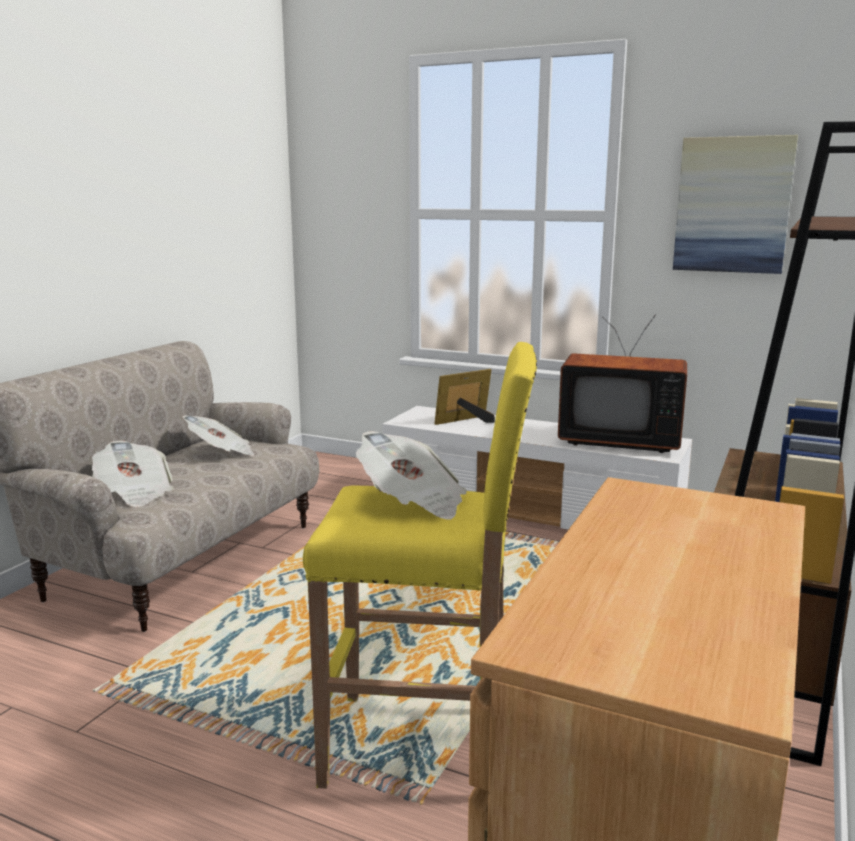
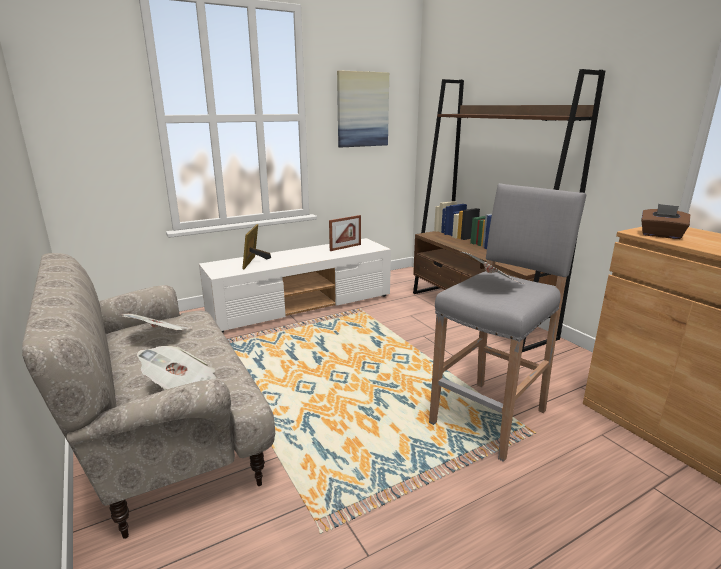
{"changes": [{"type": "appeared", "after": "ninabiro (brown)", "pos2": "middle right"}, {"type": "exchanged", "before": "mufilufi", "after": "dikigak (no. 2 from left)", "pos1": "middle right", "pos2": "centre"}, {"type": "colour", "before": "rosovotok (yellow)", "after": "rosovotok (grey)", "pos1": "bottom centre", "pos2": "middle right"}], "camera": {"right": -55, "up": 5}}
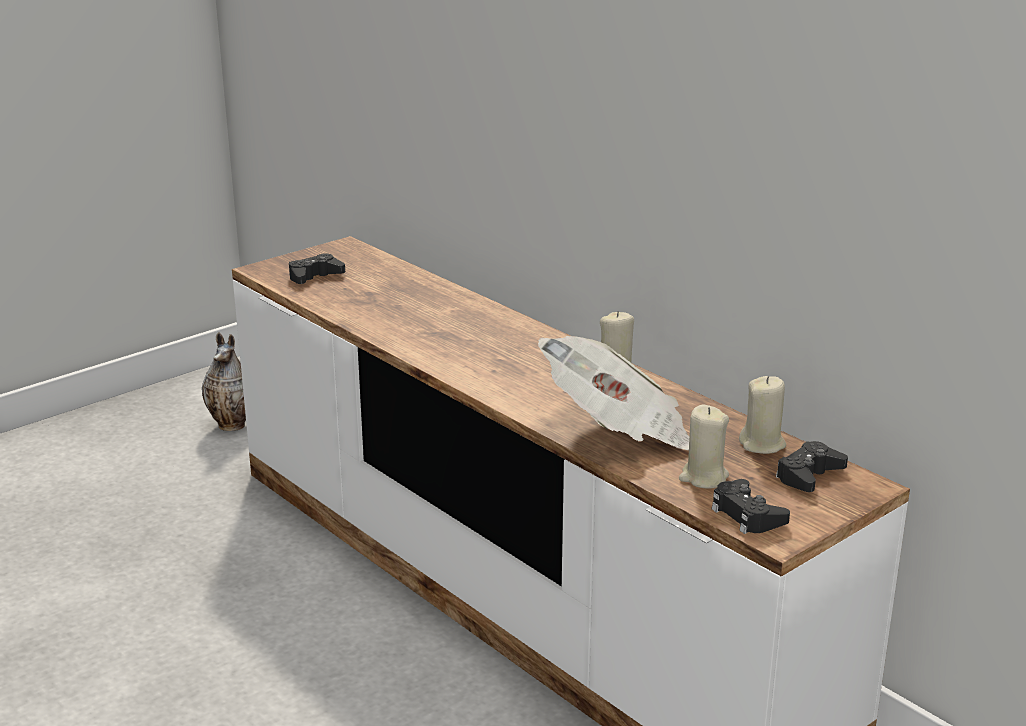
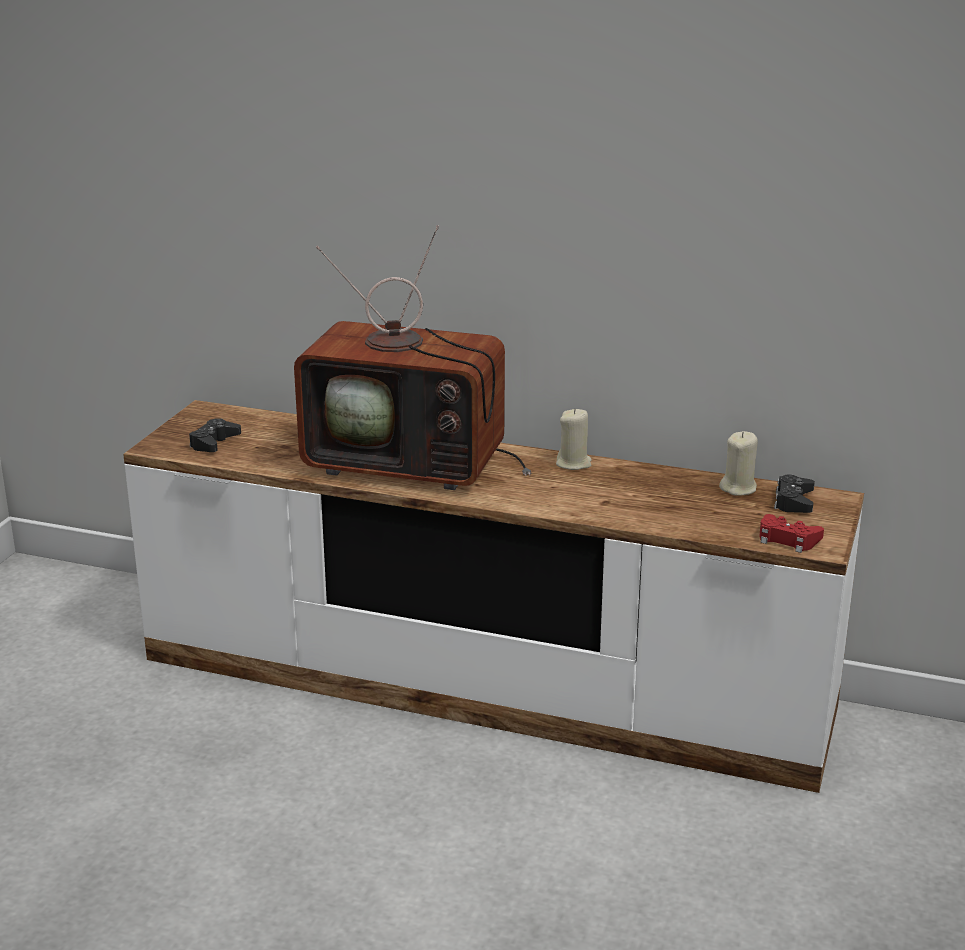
{"changes": [{"type": "missing", "before": "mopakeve", "pos1": "middle left"}, {"type": "missing", "before": "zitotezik", "pos1": "centre"}, {"type": "missing", "before": "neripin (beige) (no. 2 from left)", "pos1": "middle right"}, {"type": "appeared", "after": "mufilufi", "pos2": "centre"}, {"type": "colour", "before": "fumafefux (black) (no. 2 from left)", "after": "fumafefux (red)", "pos1": "bottom right", "pos2": "middle right"}], "camera": {"right": -30, "up": 0}}
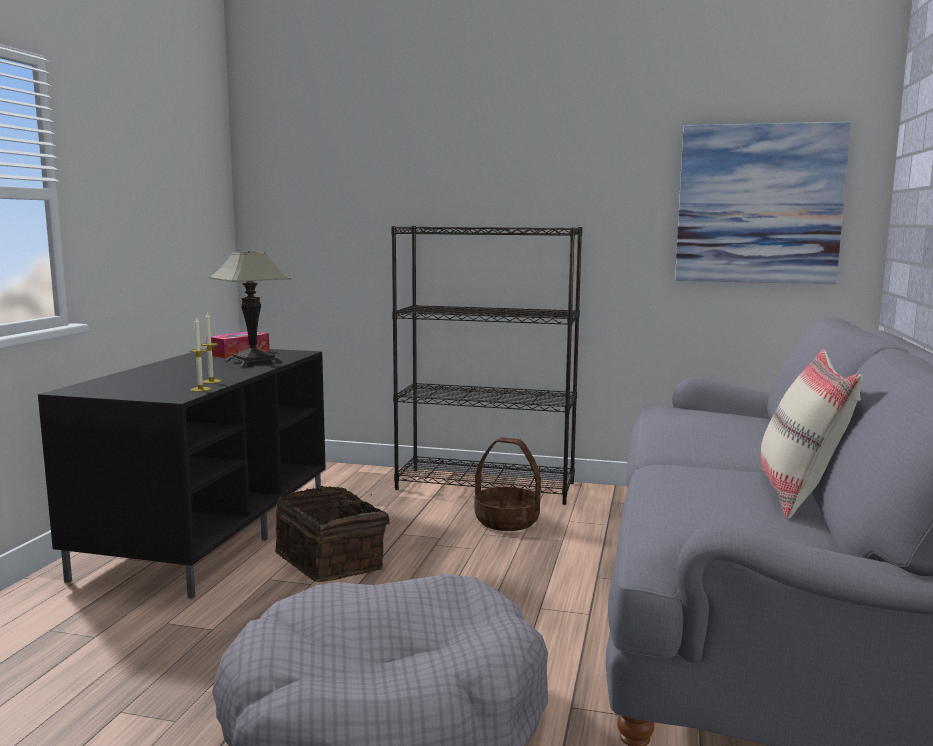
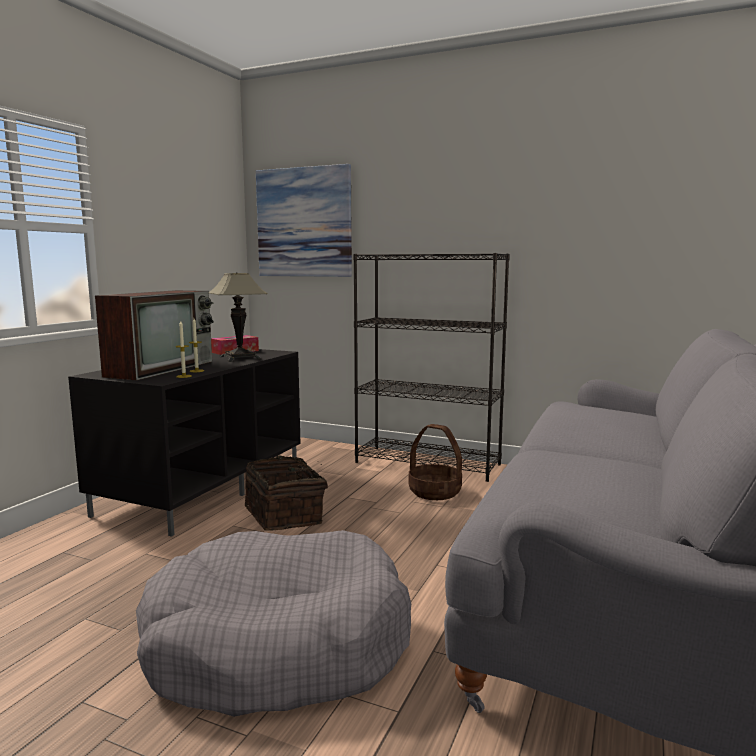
{"changes": [{"type": "missing", "before": "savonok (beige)", "pos1": "middle right"}, {"type": "appeared", "after": "mufilufi", "pos2": "middle left"}, {"type": "relocated", "before": "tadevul", "pos1": "top right", "pos2": "top centre"}], "camera": {"right": 10, "up": 0}}
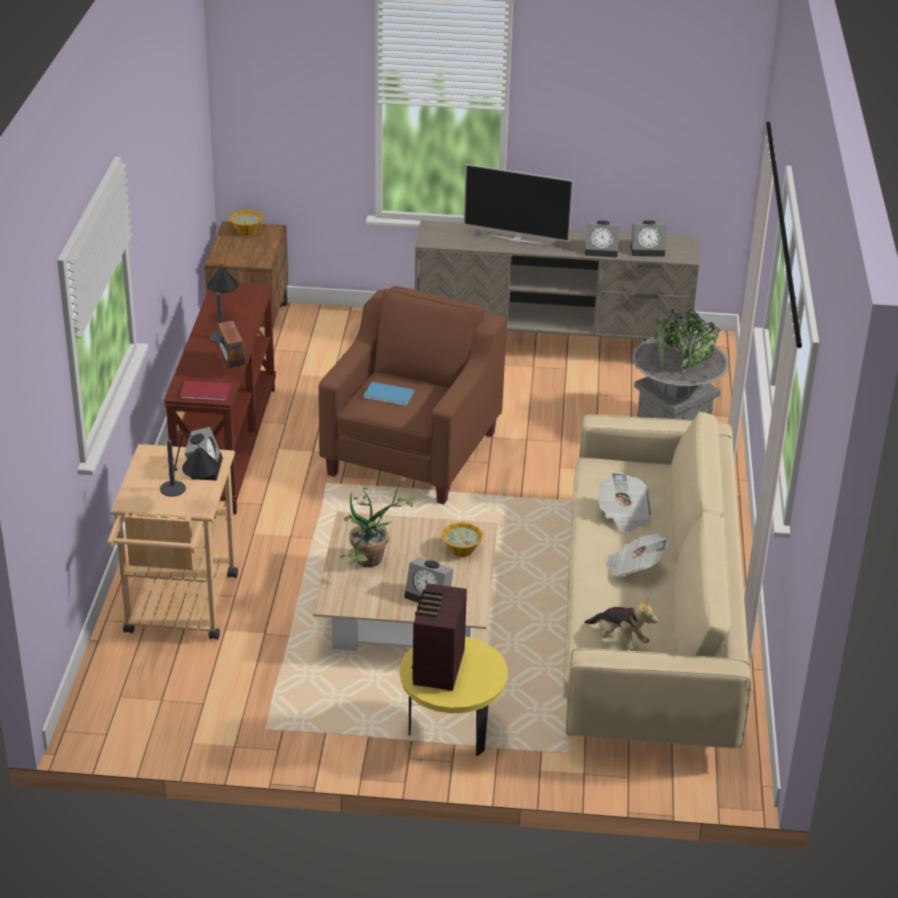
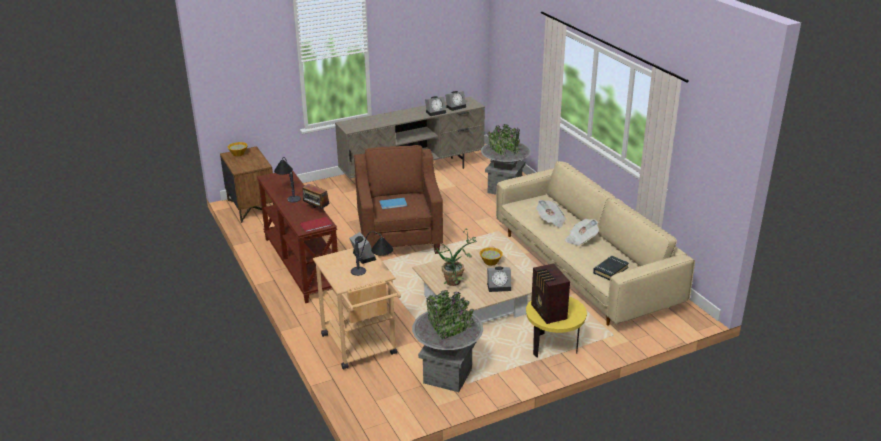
{"changes": [{"type": "missing", "before": "mufilufi", "pos1": "top centre"}, {"type": "appeared", "after": "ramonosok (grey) (no. 1 from left)", "pos2": "bottom centre"}, {"type": "exchanged", "before": "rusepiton", "after": "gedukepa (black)", "pos1": "bottom right", "pos2": "middle right"}], "camera": {"right": -30, "up": -5}}
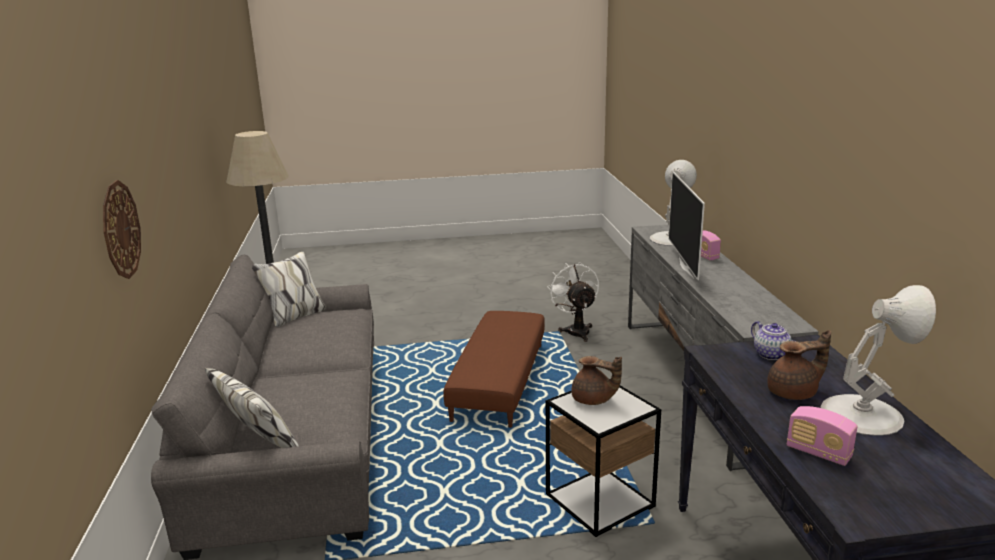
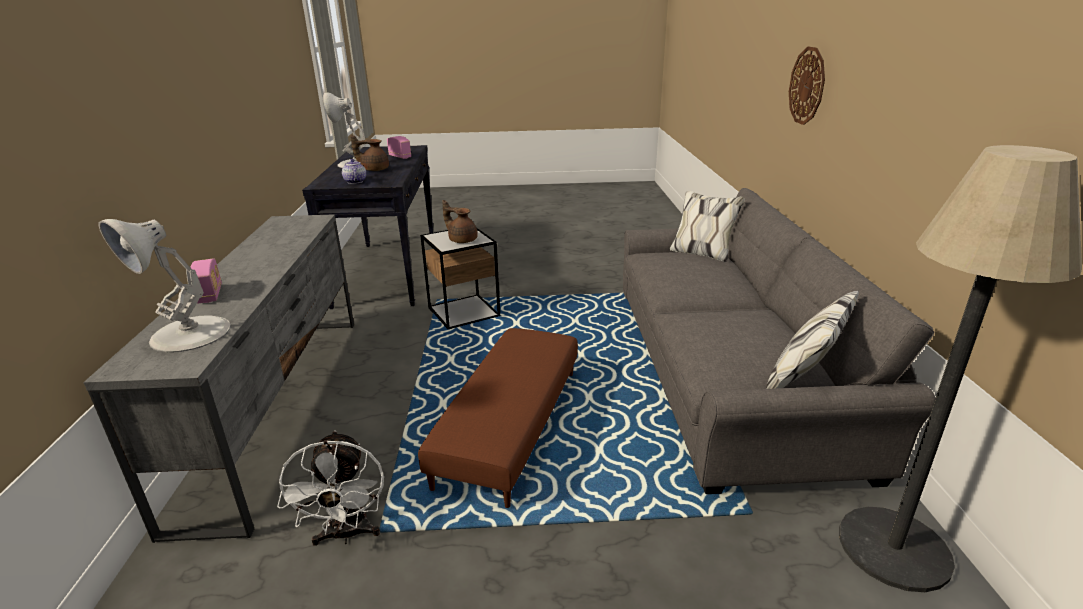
{"changes": [{"type": "missing", "before": "mufilufi", "pos1": "middle right"}], "camera": {"right": -175, "up": 5}}
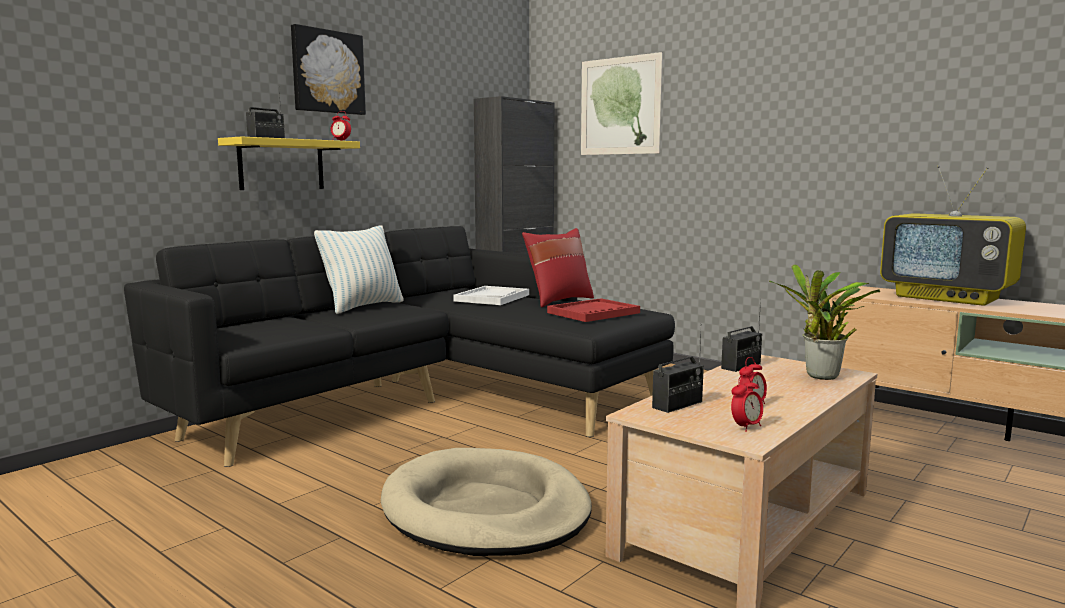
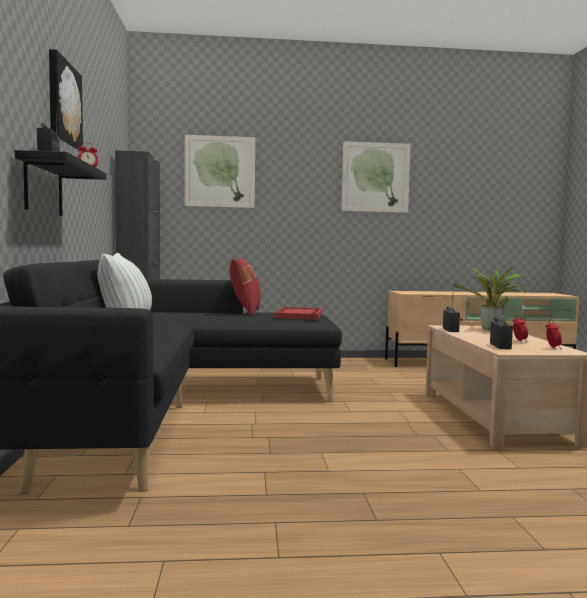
{"changes": [{"type": "missing", "before": "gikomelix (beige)", "pos1": "bottom centre"}, {"type": "missing", "before": "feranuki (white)", "pos1": "centre"}, {"type": "missing", "before": "mufilufi", "pos1": "middle right"}, {"type": "appeared", "after": "tadevul (no. 3 from left)", "pos2": "top centre"}, {"type": "colour", "before": "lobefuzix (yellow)", "after": "lobefuzix (black)", "pos1": "top left", "pos2": "top left"}], "camera": {"right": -45, "up": -5}}
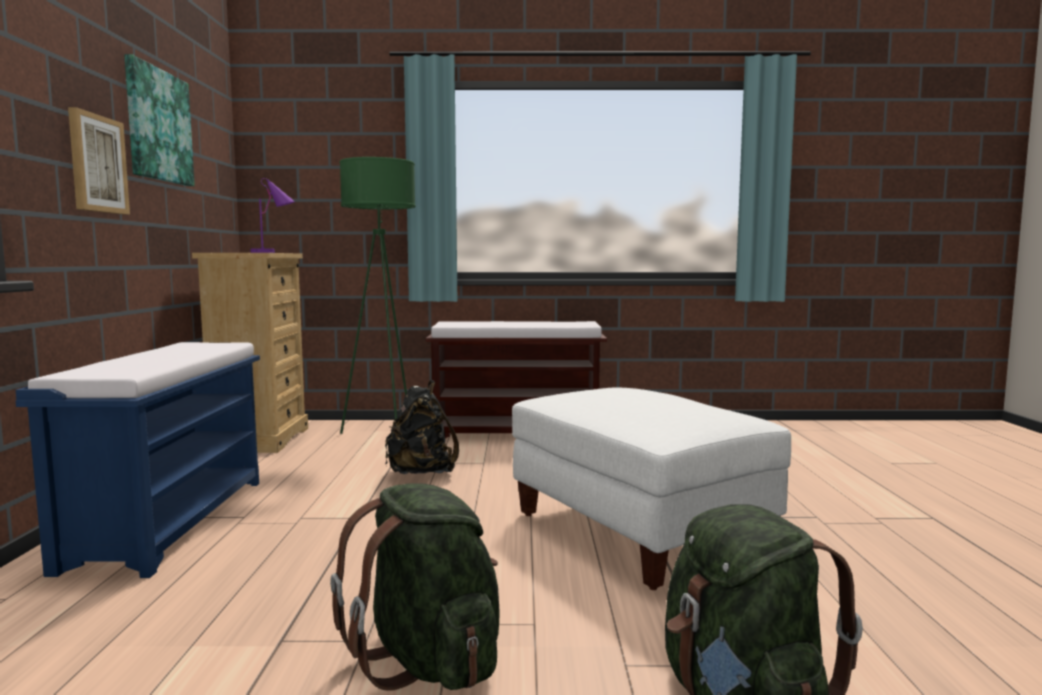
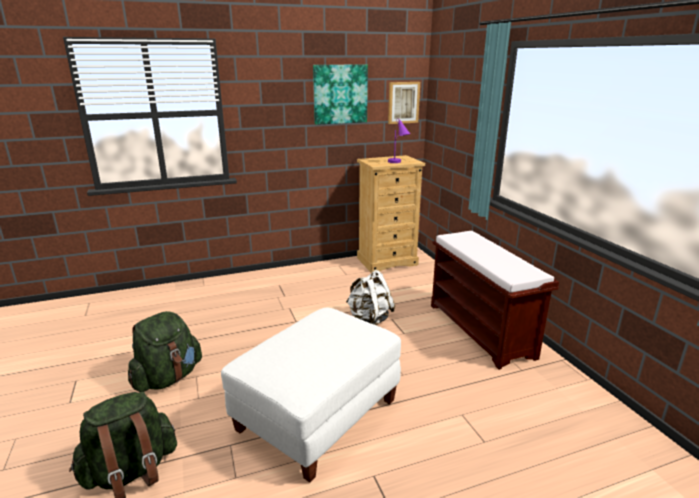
{"changes": [{"type": "missing", "before": "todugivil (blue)", "pos1": "middle left"}, {"type": "missing", "before": "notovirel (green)", "pos1": "centre"}, {"type": "relocated", "before": "tadevul (no. 1 from left in the first image)", "after": "tadevul (no. 2 from left)", "pos1": "top left", "pos2": "top centre"}, {"type": "colour", "before": "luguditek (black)", "after": "luguditek (white)", "pos1": "centre", "pos2": "centre"}], "camera": {"right": 70, "up": 15}}
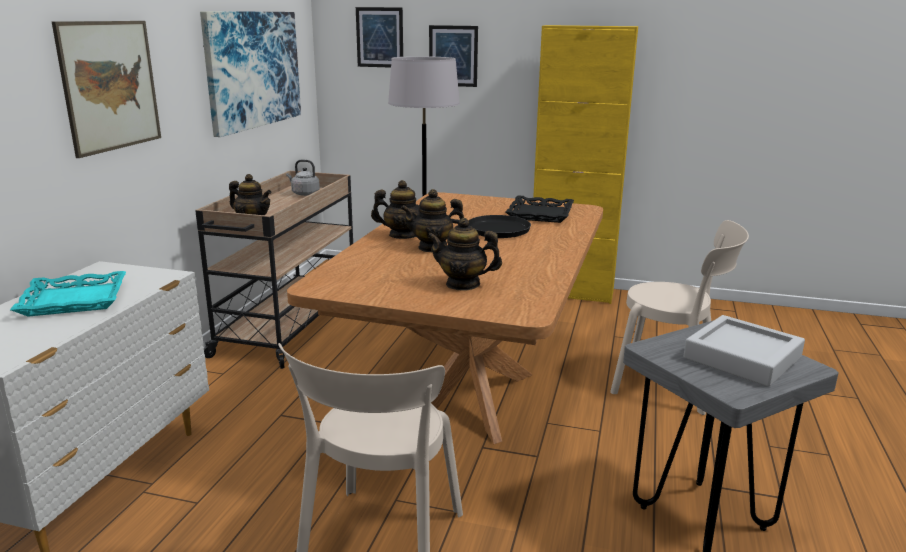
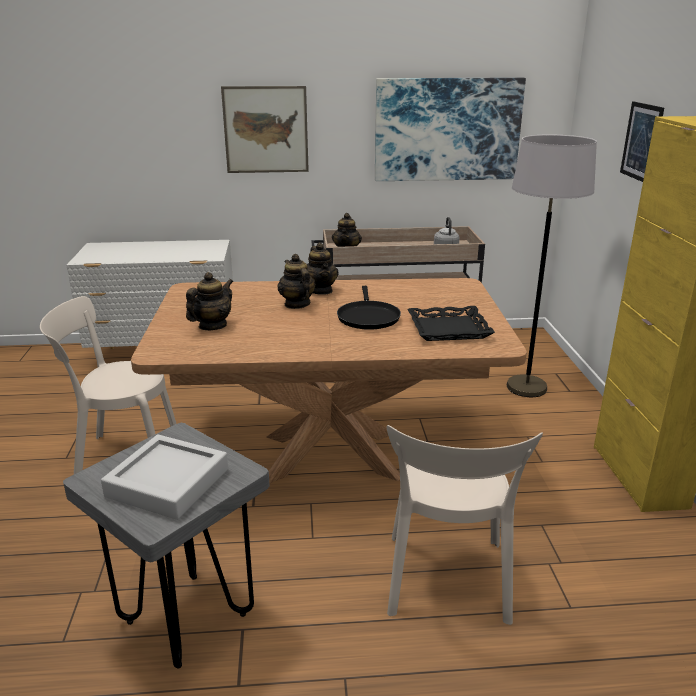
{"changes": [{"type": "missing", "before": "feranuki (turquoise)", "pos1": "middle left"}, {"type": "missing", "before": "tadevul (no. 3 from left)", "pos1": "top centre"}, {"type": "spun", "before": "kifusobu (no. 4 from left in the first image)", "pos1": "centre", "pos2": "middle left", "turn": 45}], "camera": {"right": 70, "up": 5}}
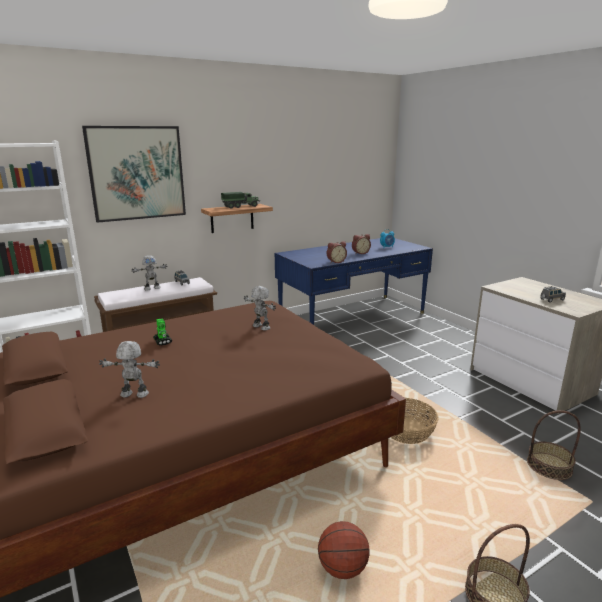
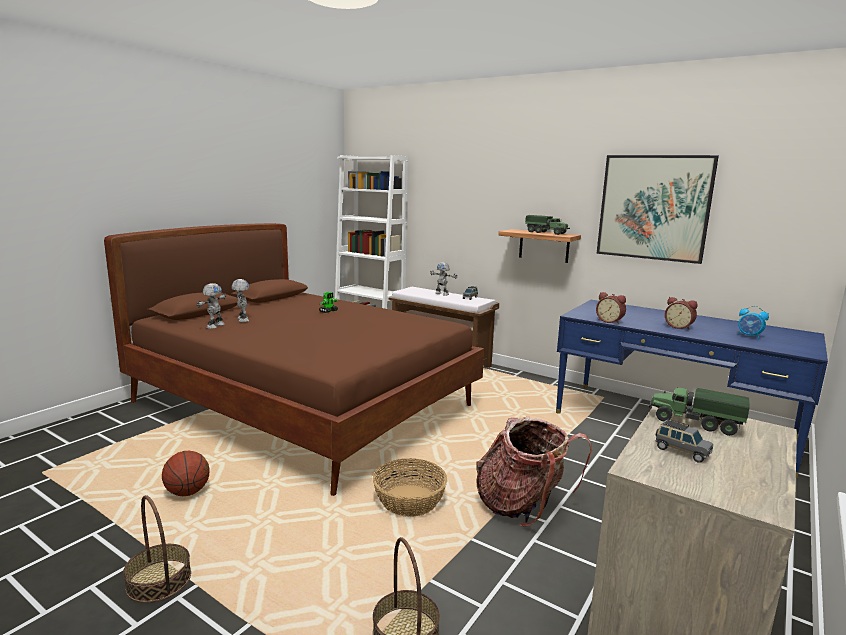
{"changes": [{"type": "appeared", "after": "luguditek", "pos2": "bottom centre"}, {"type": "appeared", "after": "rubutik (no. 2 from left)", "pos2": "middle right"}, {"type": "relocated", "before": "tadevul", "pos1": "top left", "pos2": "top right"}, {"type": "relocated", "before": "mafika (no. 4 from left in the first image)", "after": "mafika (no. 1 from left)", "pos1": "centre", "pos2": "middle left"}], "camera": {"right": 65, "up": -5}}
